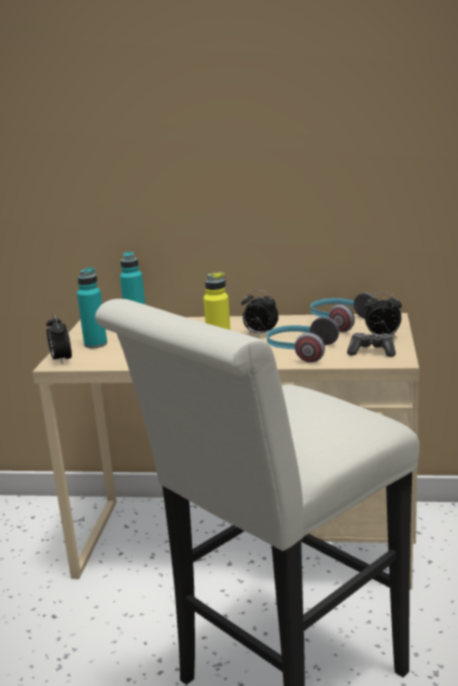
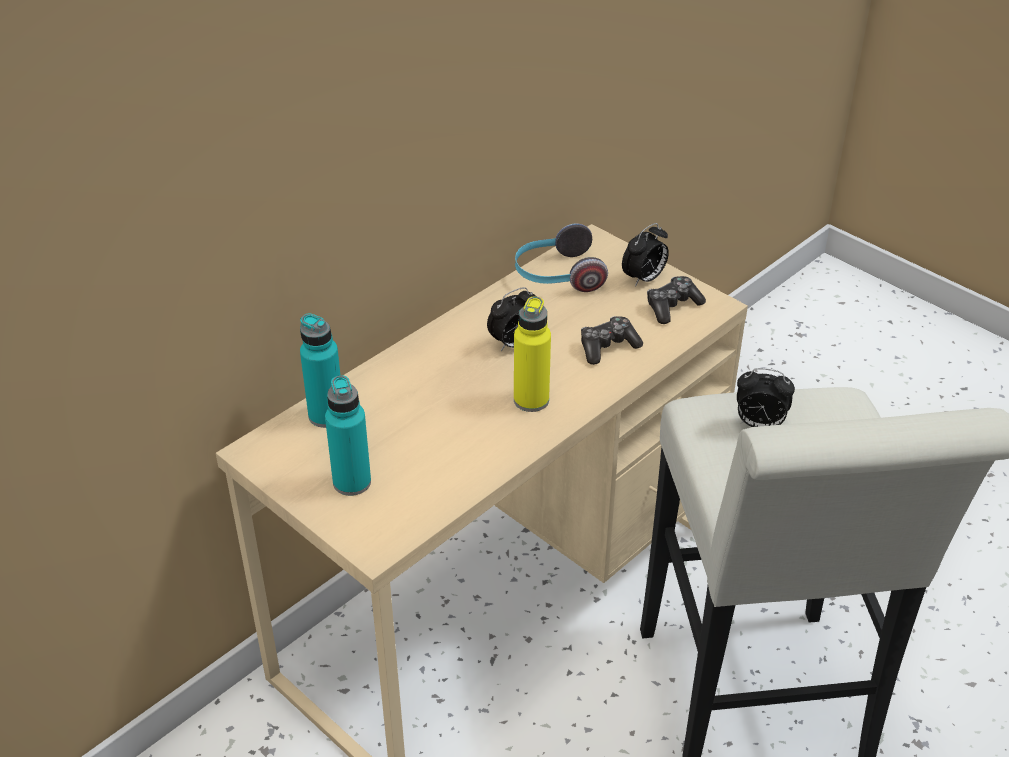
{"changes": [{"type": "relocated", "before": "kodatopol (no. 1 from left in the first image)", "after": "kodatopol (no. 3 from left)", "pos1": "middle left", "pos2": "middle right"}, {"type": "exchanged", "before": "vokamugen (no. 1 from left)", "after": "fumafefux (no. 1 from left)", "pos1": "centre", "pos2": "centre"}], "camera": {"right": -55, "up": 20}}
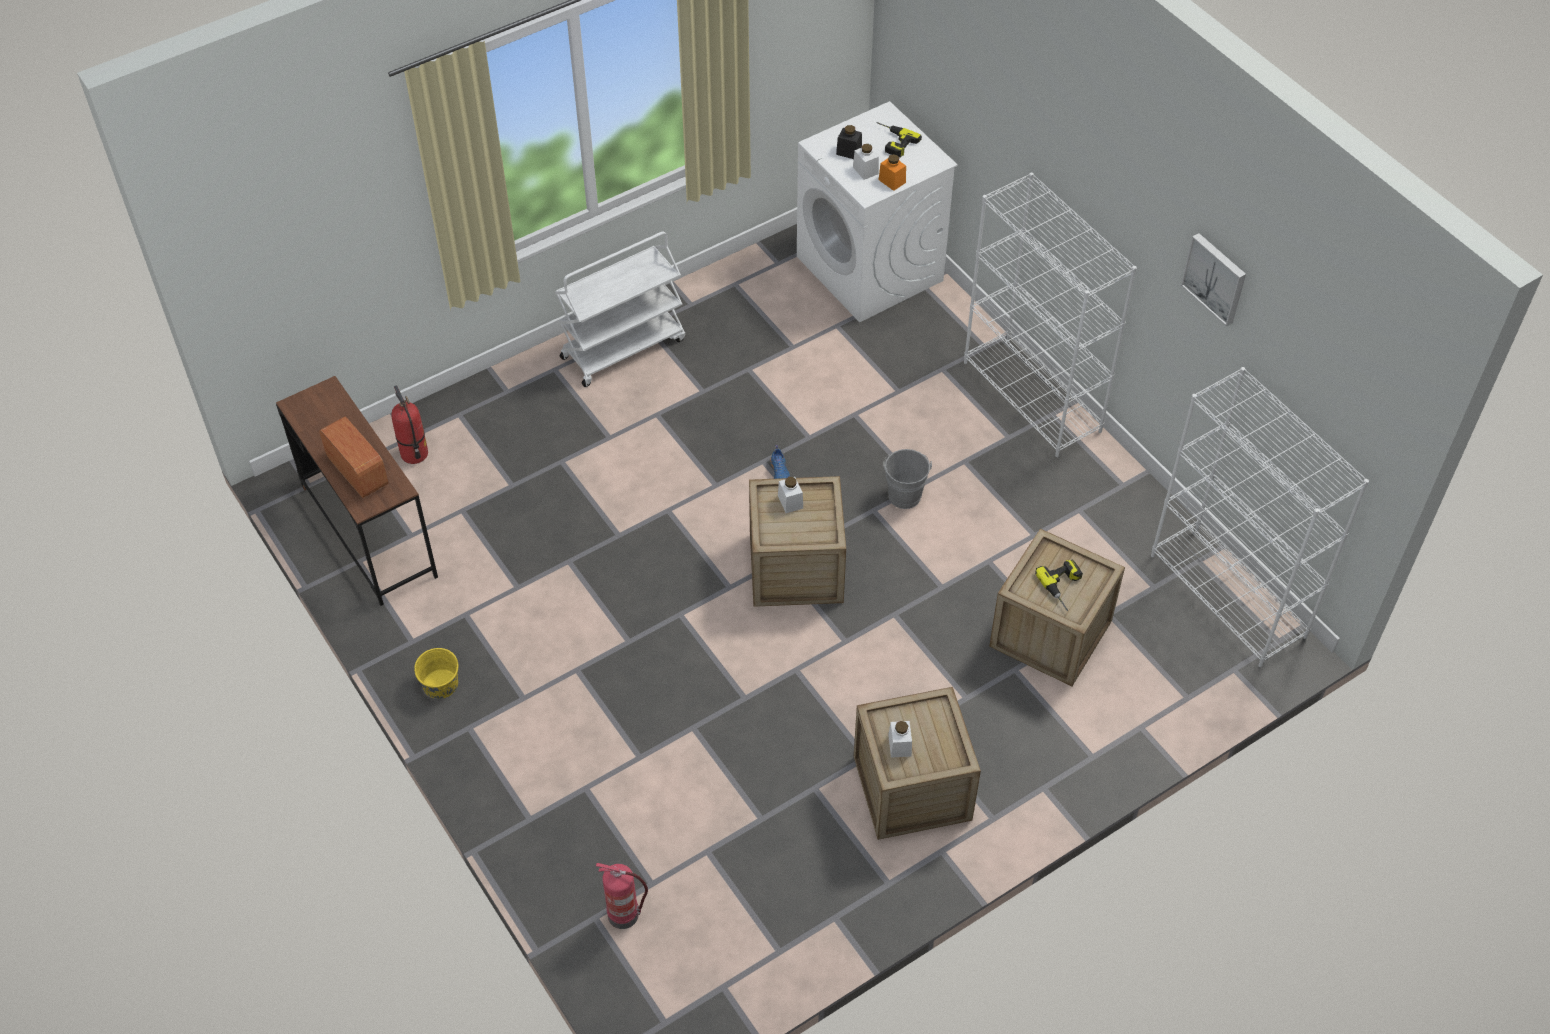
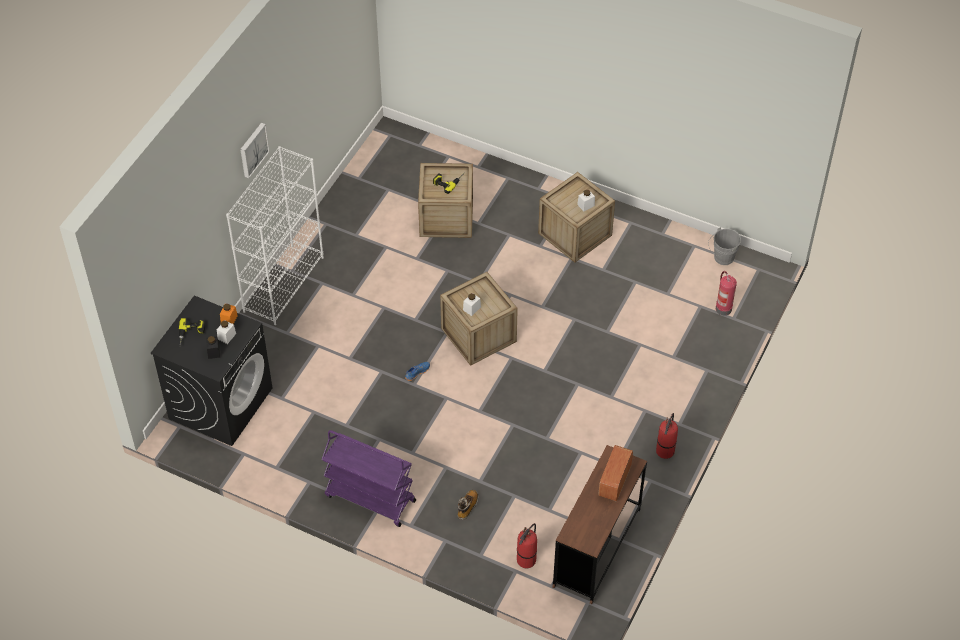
{"changes": [{"type": "missing", "before": "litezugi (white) (no. 2 from left)", "pos1": "middle right"}, {"type": "appeared", "after": "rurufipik", "pos2": "bottom centre"}, {"type": "relocated", "before": "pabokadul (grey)", "pos1": "centre", "pos2": "middle right"}, {"type": "relocated", "before": "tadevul", "pos1": "top right", "pos2": "top left"}, {"type": "exchanged", "before": "pabokadul (yellow)", "after": "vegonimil (no. 2 from left)", "pos1": "middle left", "pos2": "bottom right"}, {"type": "colour", "before": "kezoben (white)", "after": "kezoben (purple)", "pos1": "top centre", "pos2": "bottom centre"}, {"type": "colour", "before": "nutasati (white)", "after": "nutasati (black)", "pos1": "top centre", "pos2": "middle left"}], "camera": {"right": -120, "up": 0}}
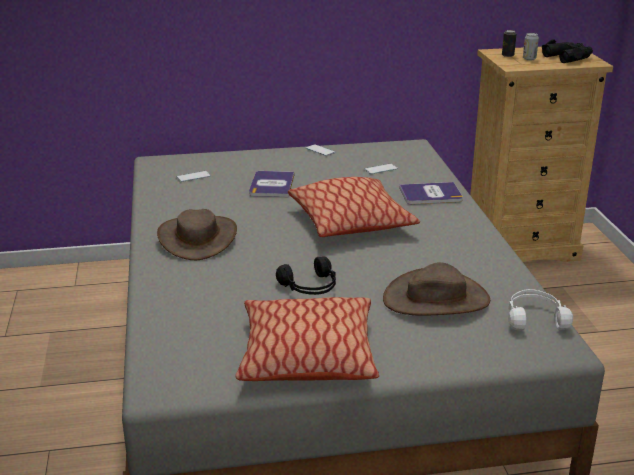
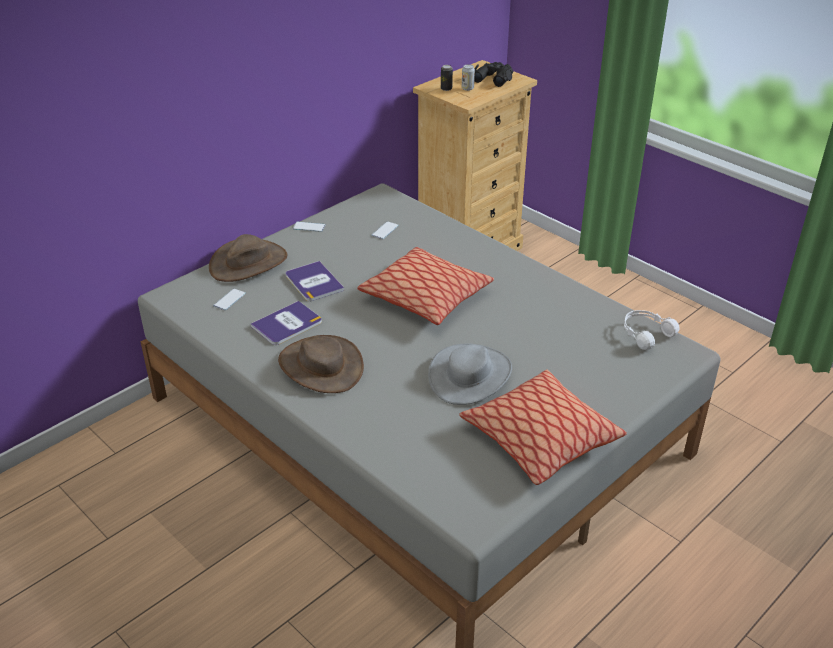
{"changes": [{"type": "relocated", "before": "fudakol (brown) (no. 2 from left in the first image)", "after": "fudakol (brown) (no. 1 from left)", "pos1": "middle right", "pos2": "middle left"}, {"type": "relocated", "before": "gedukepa (no. 2 from left in the first image)", "after": "gedukepa (no. 1 from left)", "pos1": "middle right", "pos2": "centre"}, {"type": "exchanged", "before": "vokamugen (black)", "after": "fudakol (grey)", "pos1": "centre", "pos2": "centre"}], "camera": {"right": -35, "up": 10}}
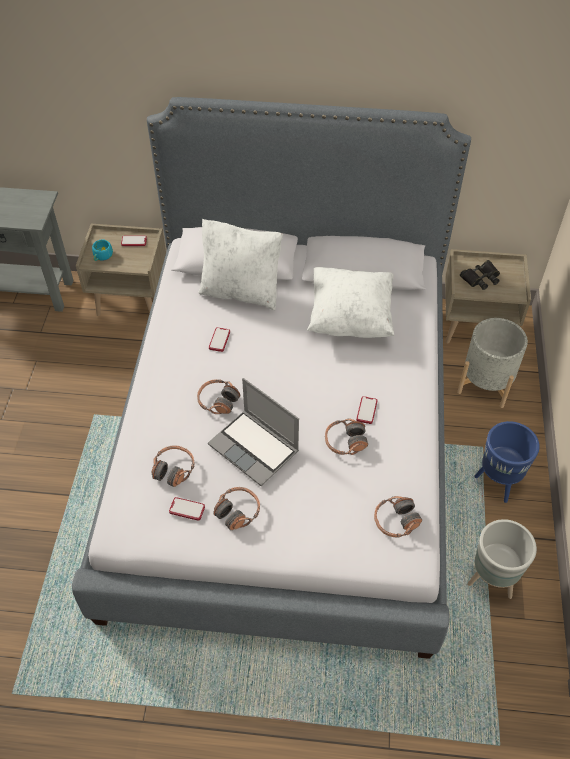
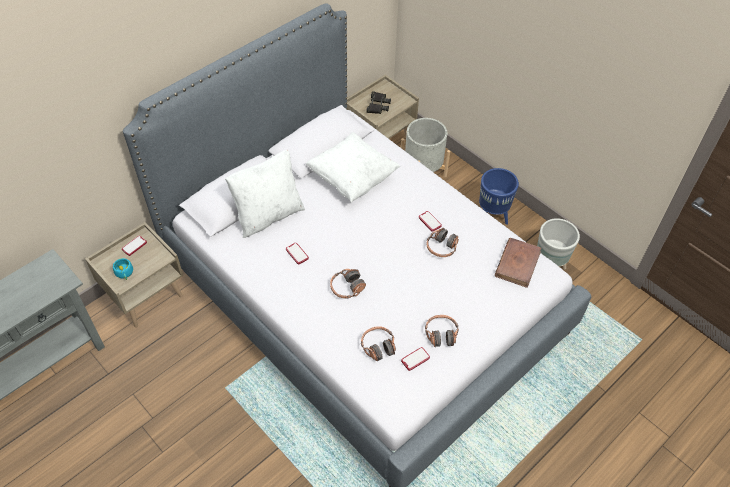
{"changes": [{"type": "missing", "before": "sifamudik", "pos1": "centre"}, {"type": "exchanged", "before": "vokamugen (no. 5 from left)", "after": "gedukepa (brown)", "pos1": "bottom right", "pos2": "middle right"}], "camera": {"right": -50, "up": 0}}
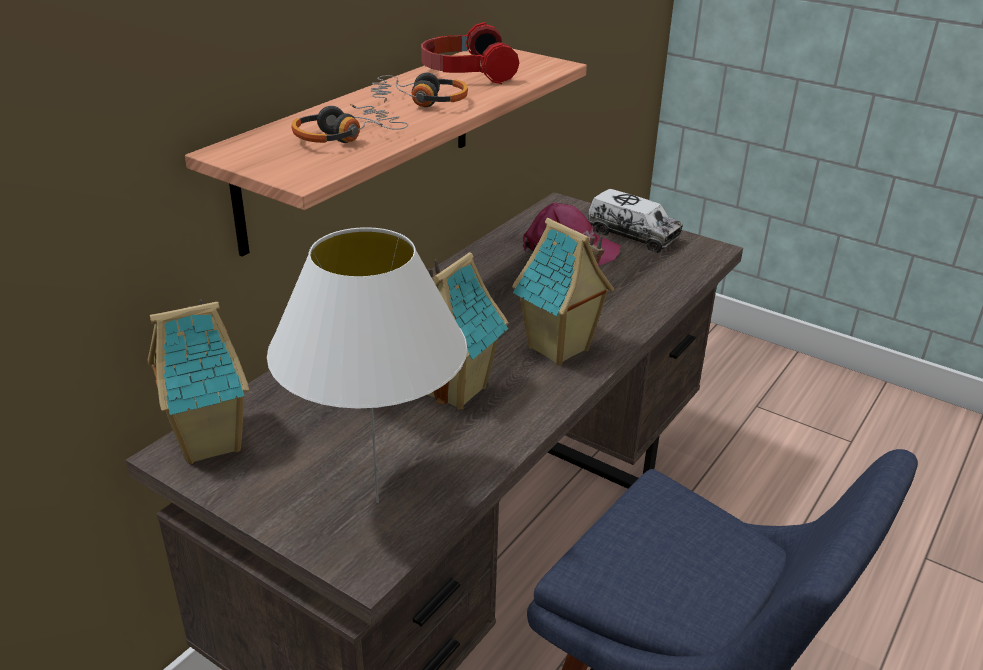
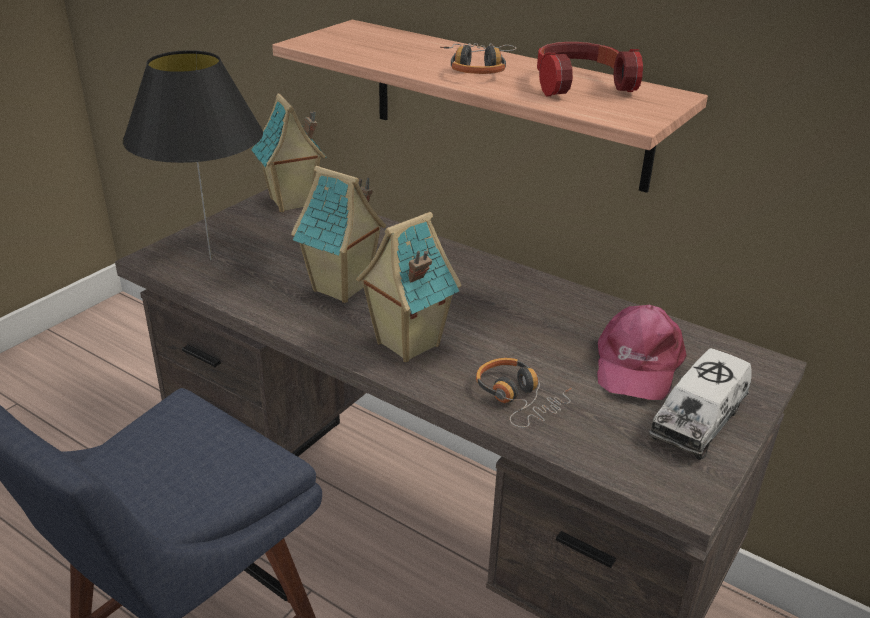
{"changes": [{"type": "relocated", "before": "vokamugen (no. 1 from left in the first image)", "after": "vokamugen (no. 2 from left)", "pos1": "top centre", "pos2": "centre"}, {"type": "colour", "before": "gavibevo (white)", "after": "gavibevo (black)", "pos1": "centre", "pos2": "top left"}], "camera": {"right": 90, "up": 0}}
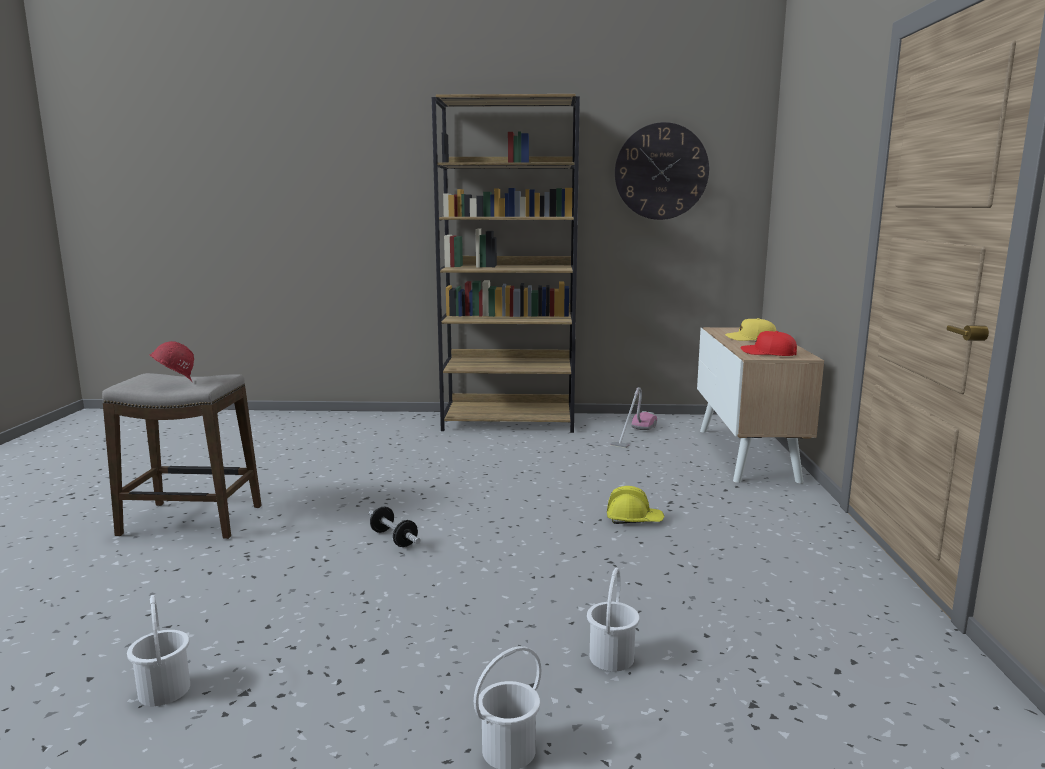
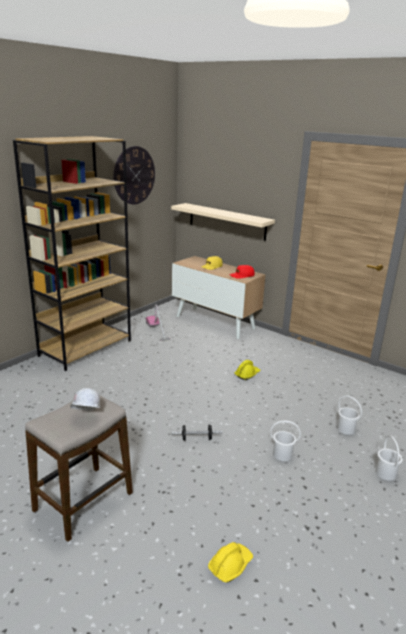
{"changes": [{"type": "appeared", "after": "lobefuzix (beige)", "pos2": "centre"}, {"type": "appeared", "after": "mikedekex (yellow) (no. 1 from left)", "pos2": "bottom centre"}, {"type": "relocated", "before": "pabokadul (white) (no. 1 from left)", "pos1": "bottom left", "pos2": "bottom right"}, {"type": "colour", "before": "mikedekex (red)", "after": "mikedekex (white)", "pos1": "middle left", "pos2": "middle left"}], "camera": {"right": -55, "up": 10}}
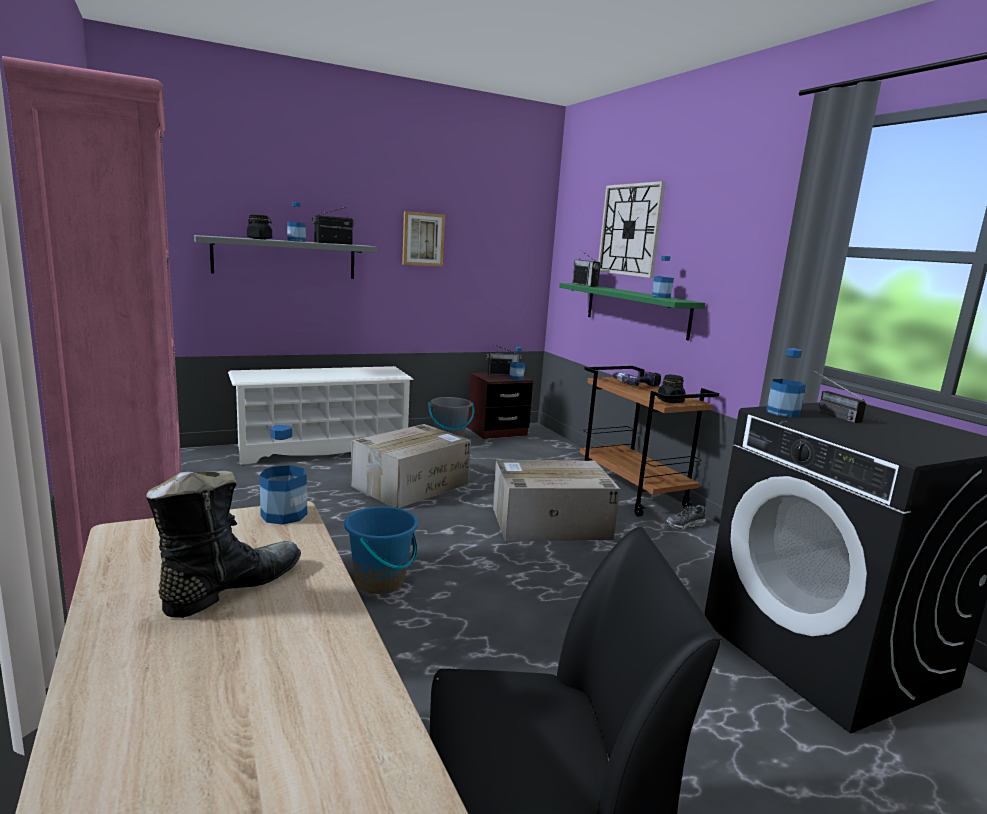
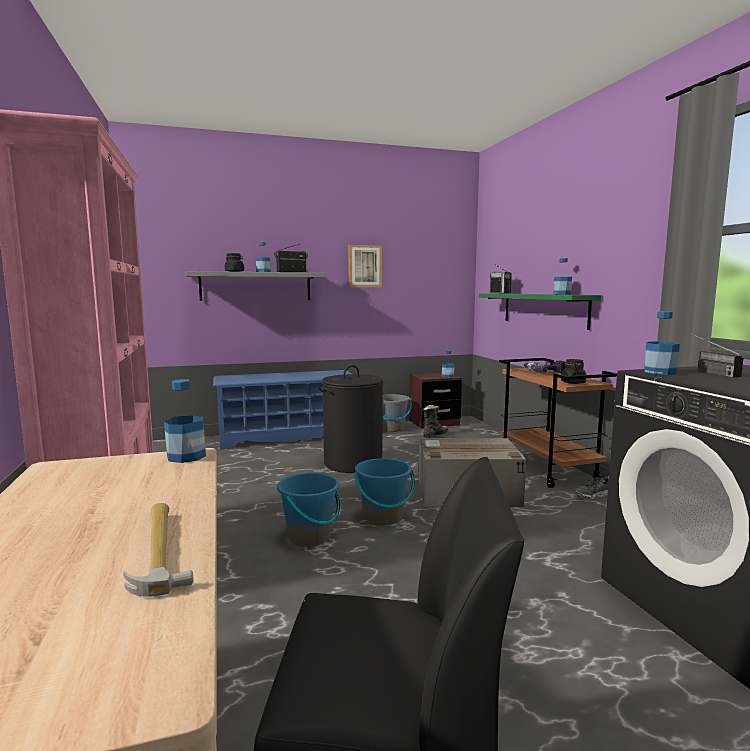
{"changes": [{"type": "missing", "before": "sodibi (no. 2 from left)", "pos1": "centre"}, {"type": "missing", "before": "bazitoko", "pos1": "top centre"}, {"type": "appeared", "after": "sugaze", "pos2": "bottom left"}, {"type": "appeared", "after": "pabokadul (blue) (no. 2 from left)", "pos2": "centre"}, {"type": "relocated", "before": "rurufipik (black)", "pos1": "bottom left", "pos2": "centre"}, {"type": "exchanged", "before": "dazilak (no. 1 from left)", "after": "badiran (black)", "pos1": "centre", "pos2": "centre"}, {"type": "colour", "before": "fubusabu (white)", "after": "fubusabu (blue)", "pos1": "middle left", "pos2": "centre"}], "camera": {"right": 10, "up": -5}}
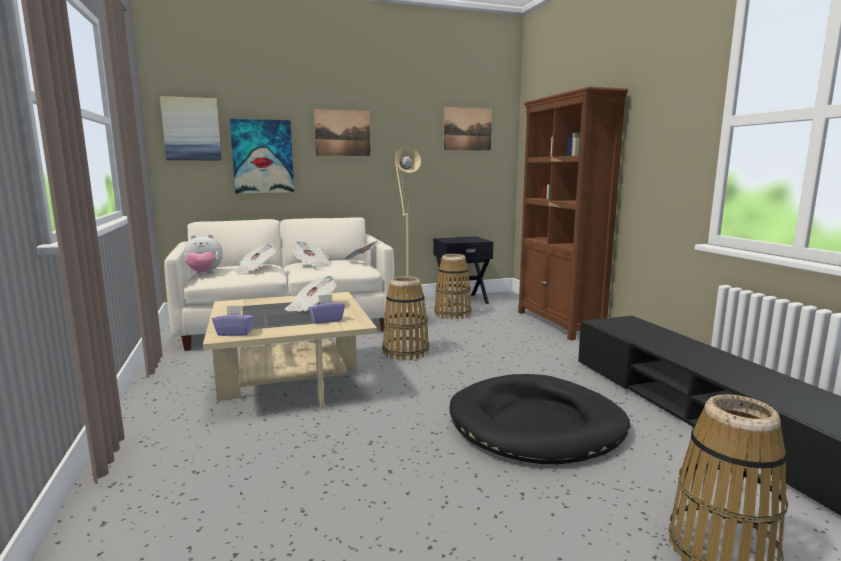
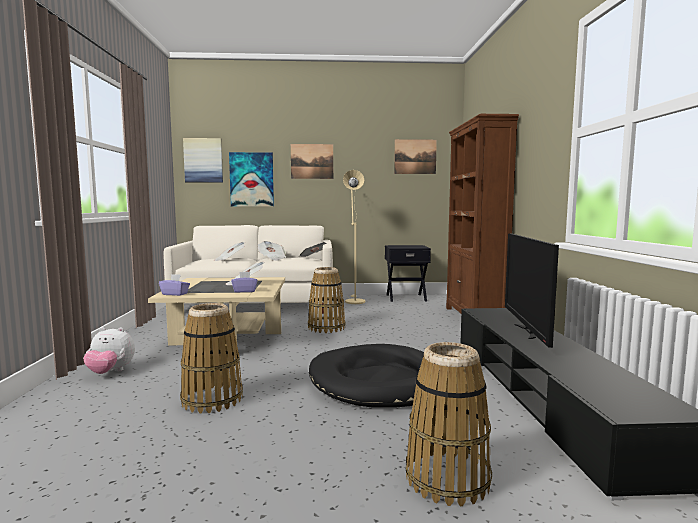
{"changes": [{"type": "appeared", "after": "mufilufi", "pos2": "middle right"}, {"type": "relocated", "before": "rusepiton", "pos1": "middle left", "pos2": "bottom left"}, {"type": "relocated", "before": "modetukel (no. 2 from left in the first image)", "after": "modetukel (no. 1 from left)", "pos1": "centre", "pos2": "bottom left"}], "camera": {"right": 15, "up": -5}}
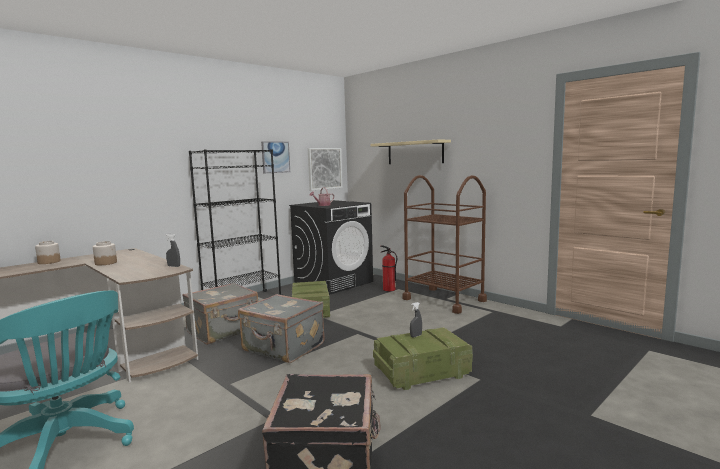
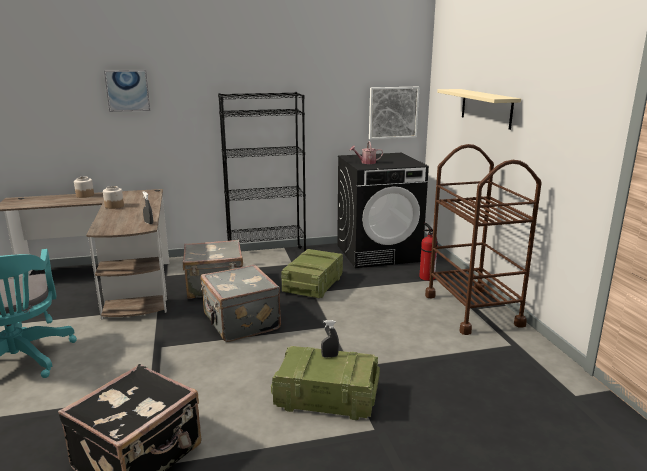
{"changes": [{"type": "relocated", "before": "tadevul (no. 1 from left)", "pos1": "centre", "pos2": "top left"}], "camera": {"right": 30, "up": 10}}
